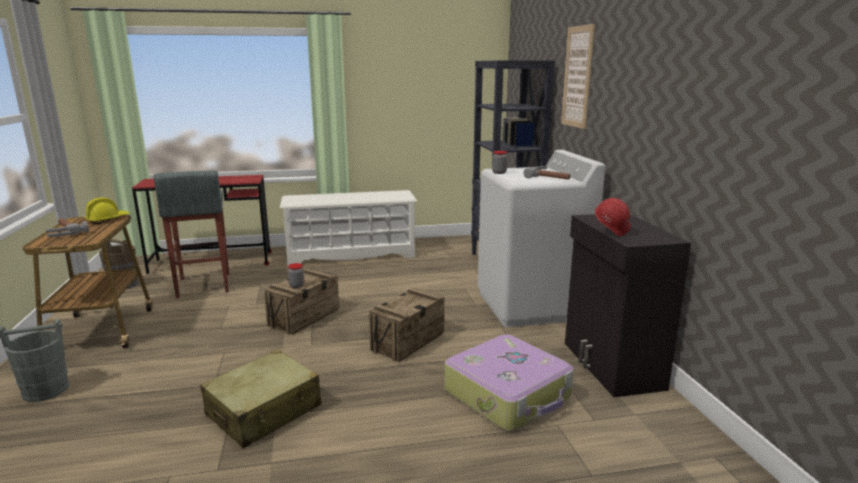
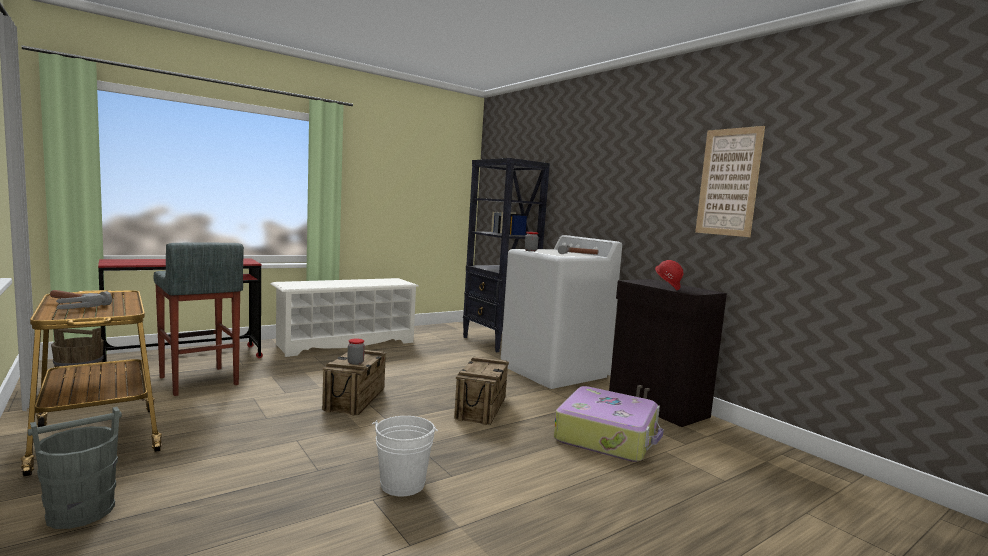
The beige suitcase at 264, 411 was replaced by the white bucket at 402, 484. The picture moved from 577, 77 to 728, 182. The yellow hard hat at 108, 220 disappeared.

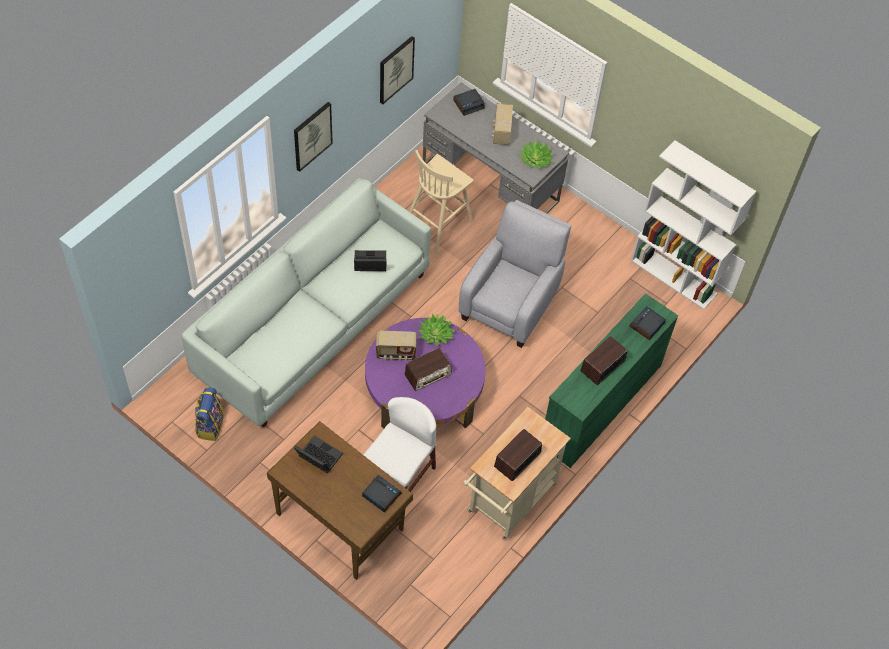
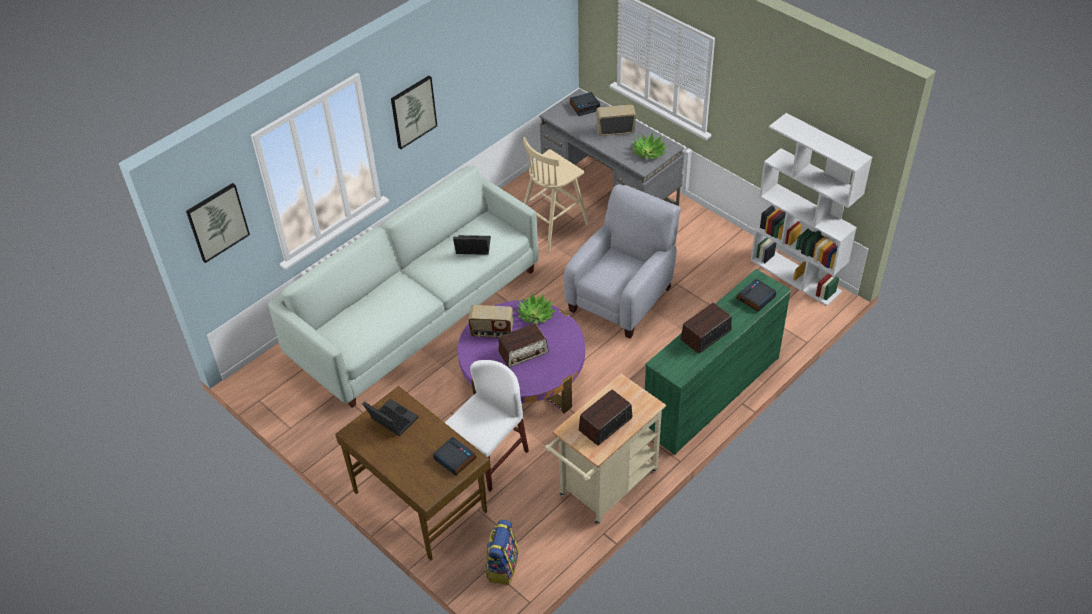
The picture moved from 395, 69 to 217, 222. The backpack moved from 210, 425 to 502, 566. The radio at 501, 133 turned 75 degrees clockwise.

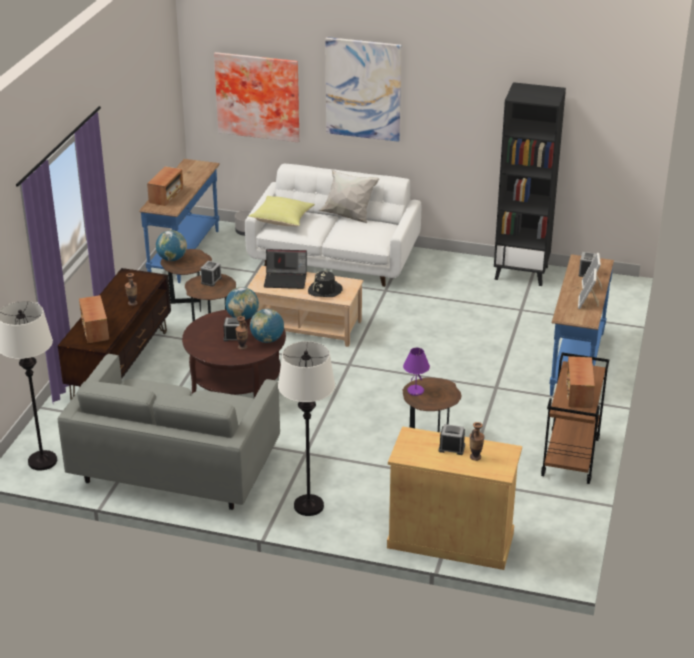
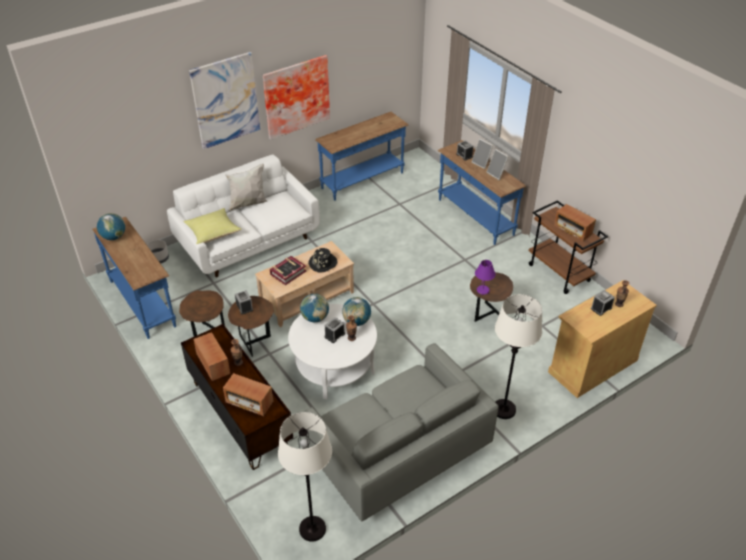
The globe moved from 172, 259 to 114, 237. The radio moved from 166, 196 to 213, 364. The picture moved from 258, 95 to 295, 96. The laptop at 286, 280 was replaced by the book at 288, 273. The brown coffee table at 236, 383 became the white coffee table at 334, 367. The black bookcase at 521, 273 was replaced by the blue console table at 363, 181.

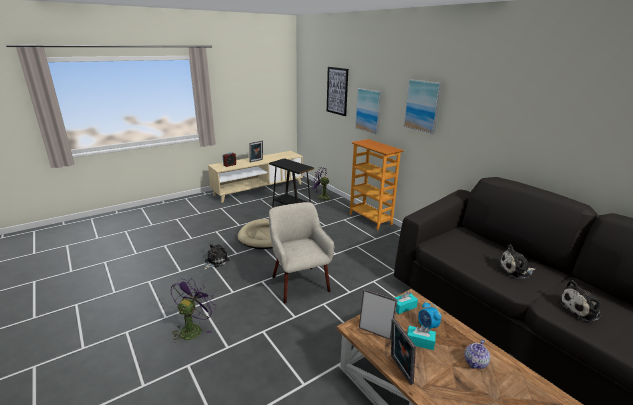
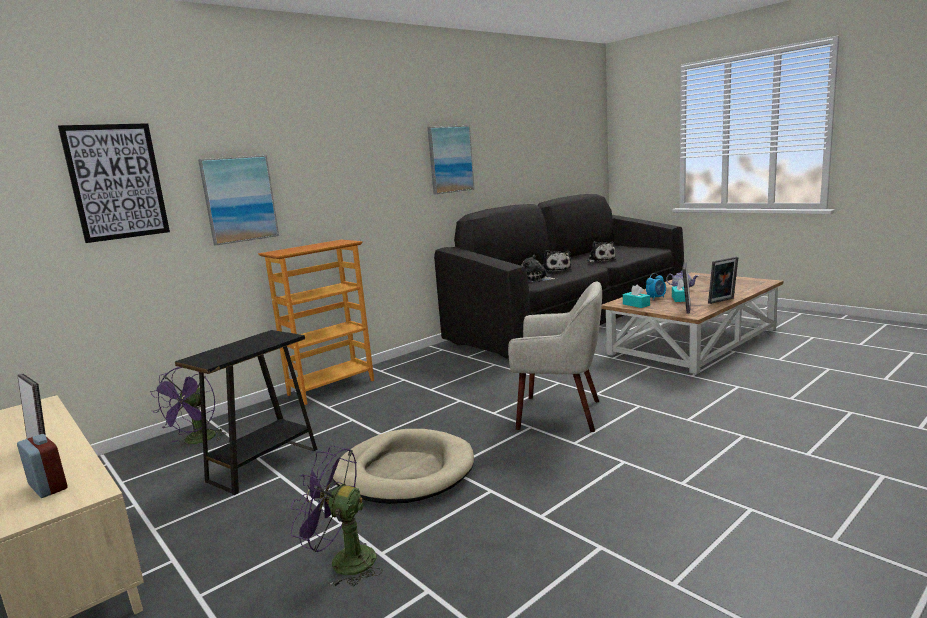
The purple fan moved from 193, 328 to 343, 561. The picture moved from 422, 105 to 450, 159. The beige armchair at 299, 283 turned 135 degrees counterclockwise. The plush toy moved from 215, 261 to 536, 279.

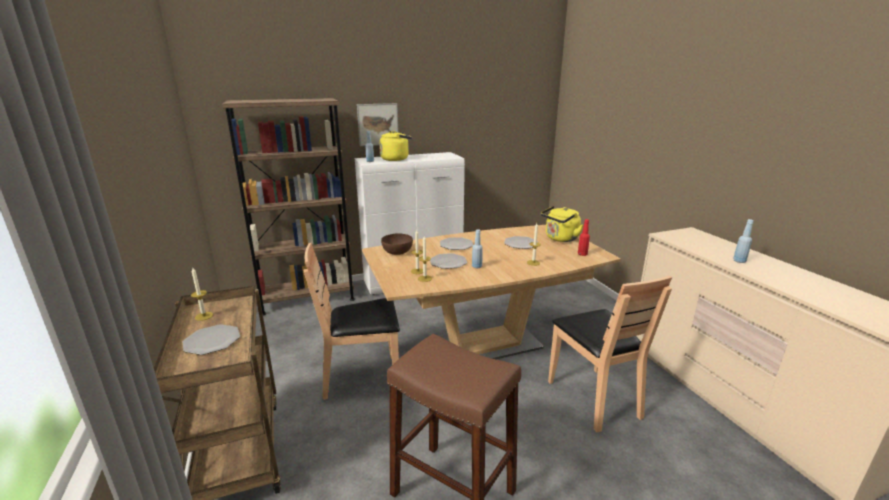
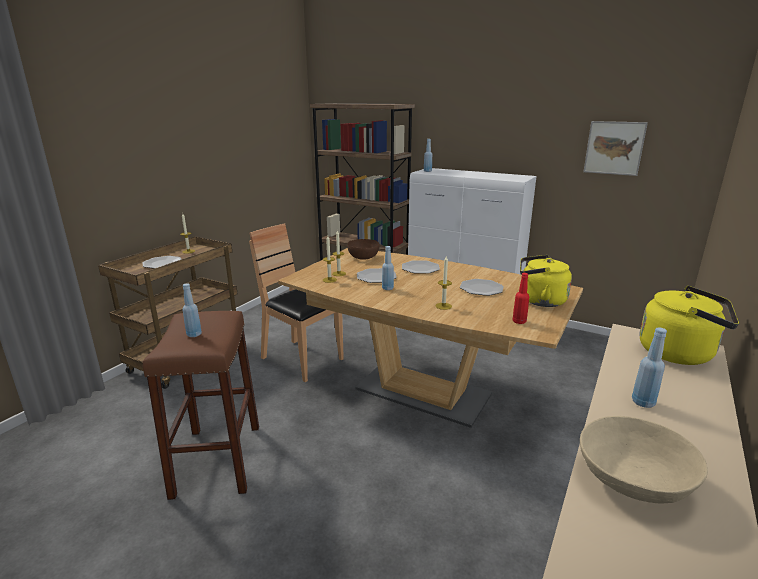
The blue bottle at 194, 334 appeared. The beige bowl at 633, 480 appeared. The picture moved from 378, 124 to 614, 148. The yellow kettle moved from 396, 159 to 680, 353. The brown chair at 594, 398 disappeared.

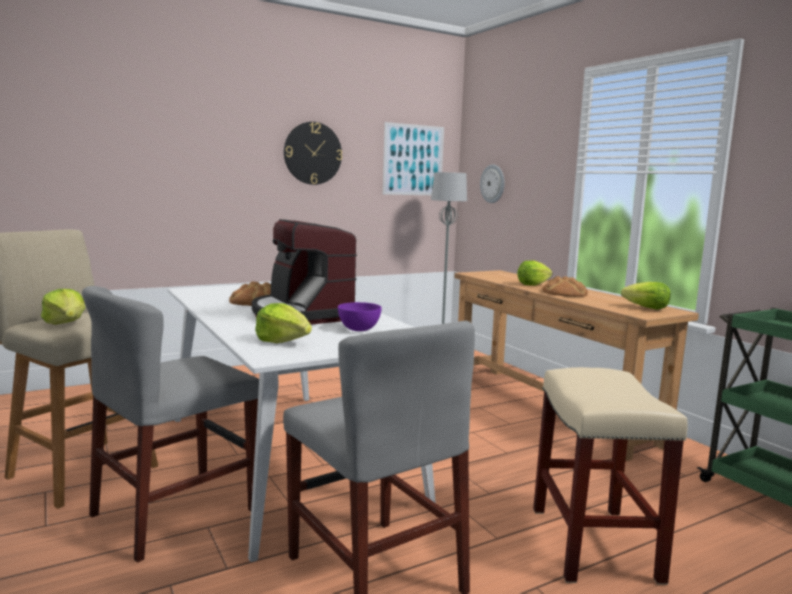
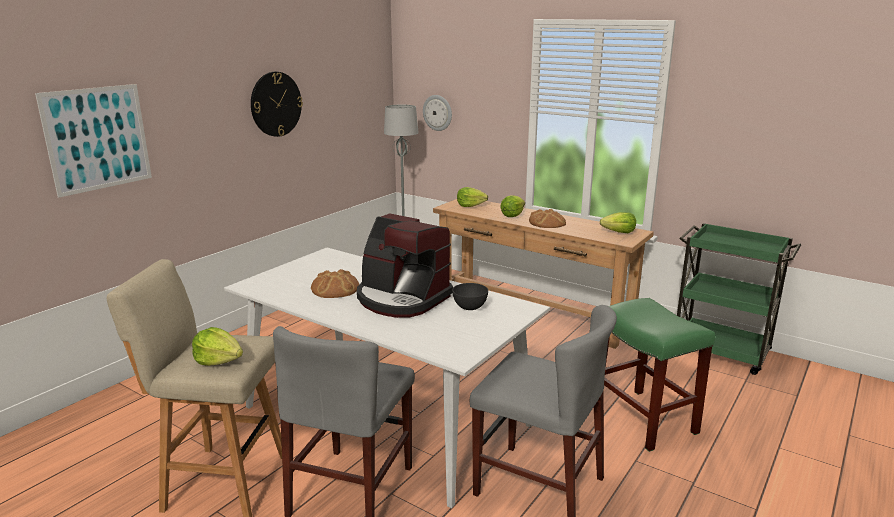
The picture moved from 413, 160 to 97, 138. The purple bowl at 359, 329 became the grey bowl at 470, 307. The lettuce moved from 283, 341 to 470, 205. The beige stool at 595, 544 became the green stool at 645, 419.

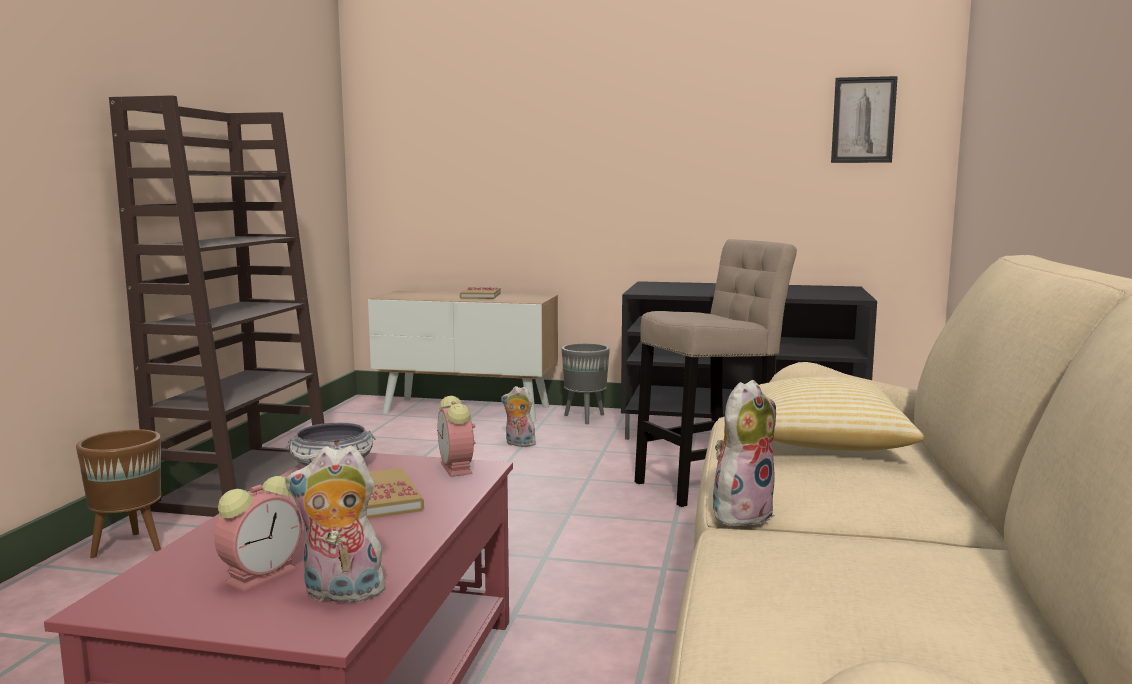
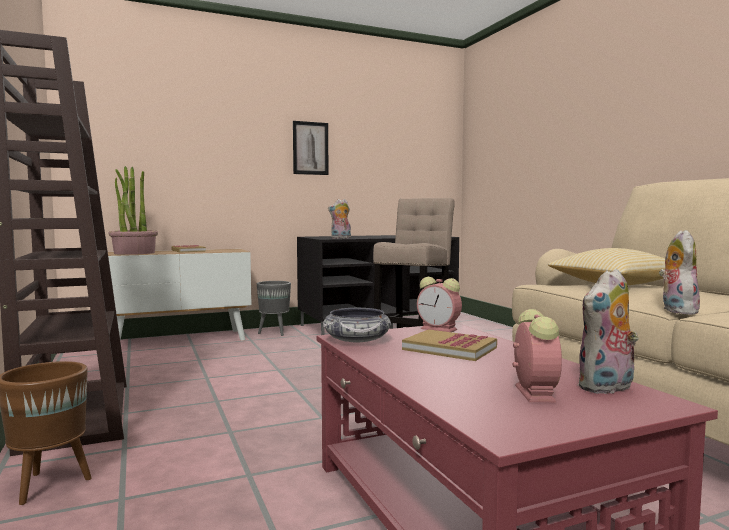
The potted plant at 134, 253 appeared. The picture moved from 863, 120 to 310, 148. The plush toy moved from 518, 444 to 340, 238.

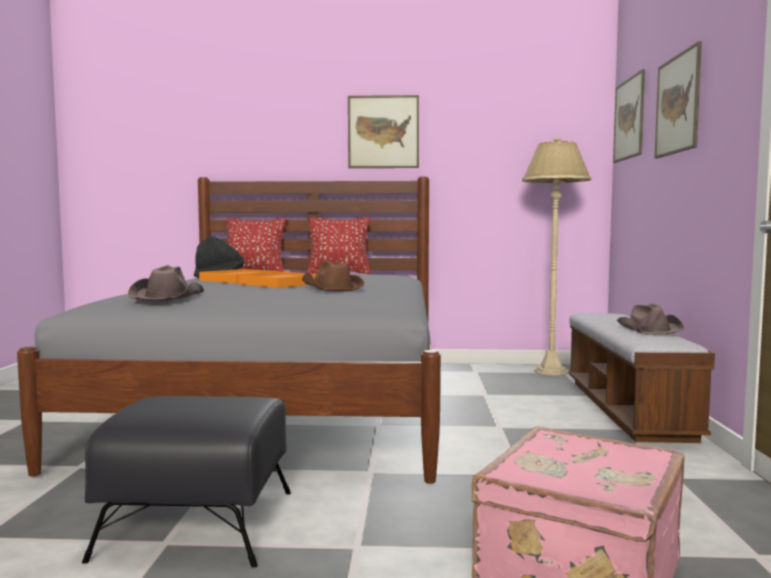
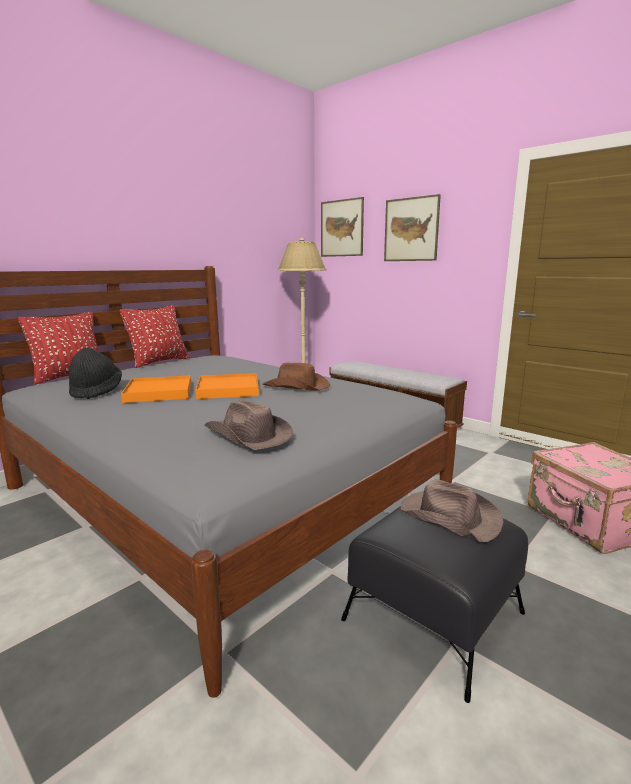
The brown hat moved from 649, 330 to 448, 516. The picture at 383, 132 disappeared.

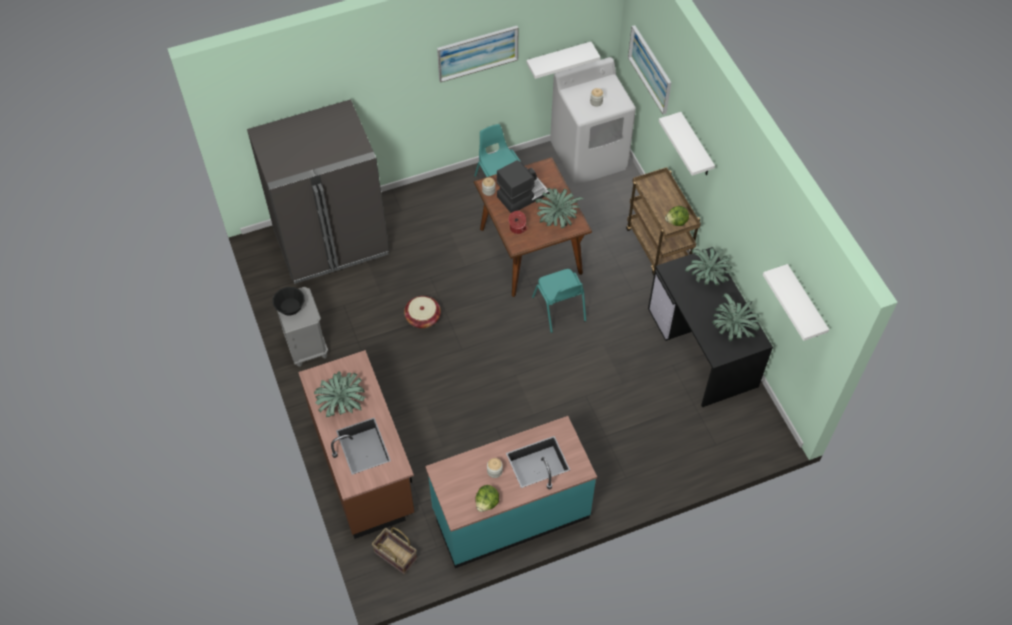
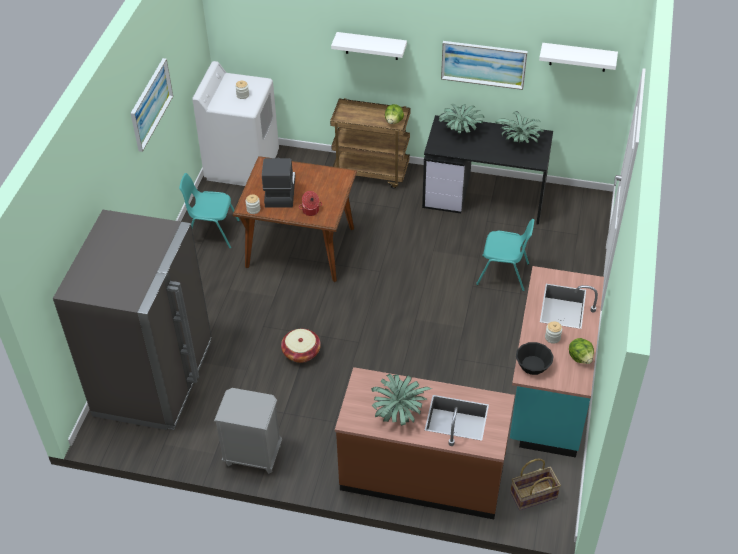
The picture moved from 650, 69 to 483, 64. The turquoise chair moved from 559, 309 to 503, 274. The black bowl moved from 290, 306 to 533, 365. The white shelf at 558, 59 disappeared. The potted plant at 557, 218 disappeared.

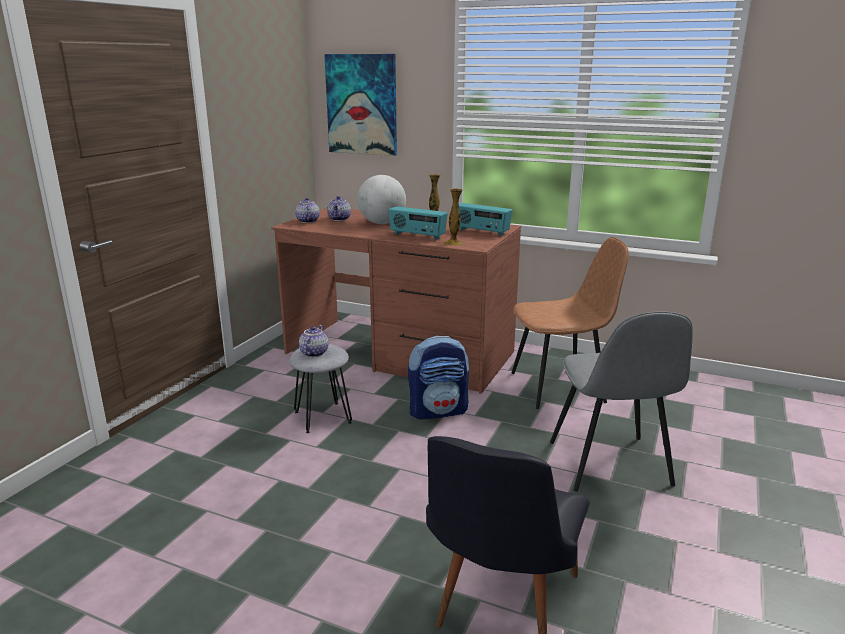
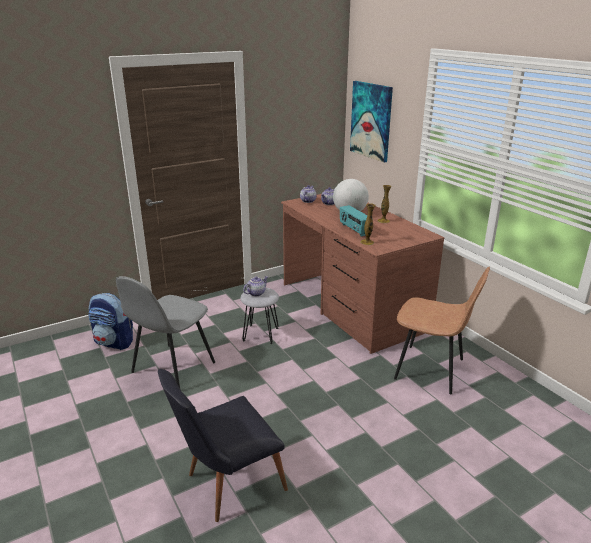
The backpack moved from 438, 411 to 114, 342. The grey chair moved from 610, 465 to 172, 368. The radio at 481, 232 disappeared.

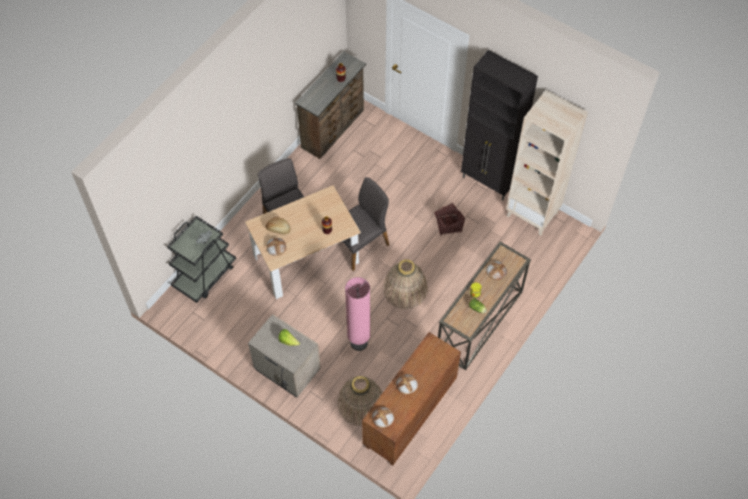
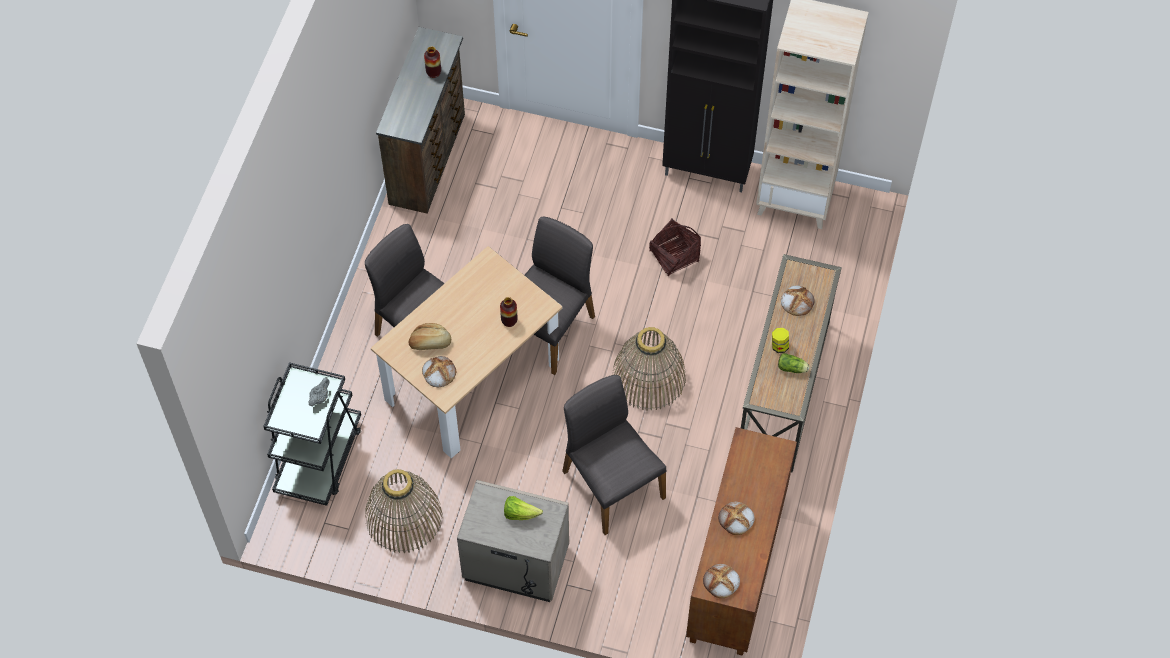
The basket moved from 360, 403 to 403, 517. The pink floor lamp at 359, 343 was replaced by the grey chair at 611, 484.

